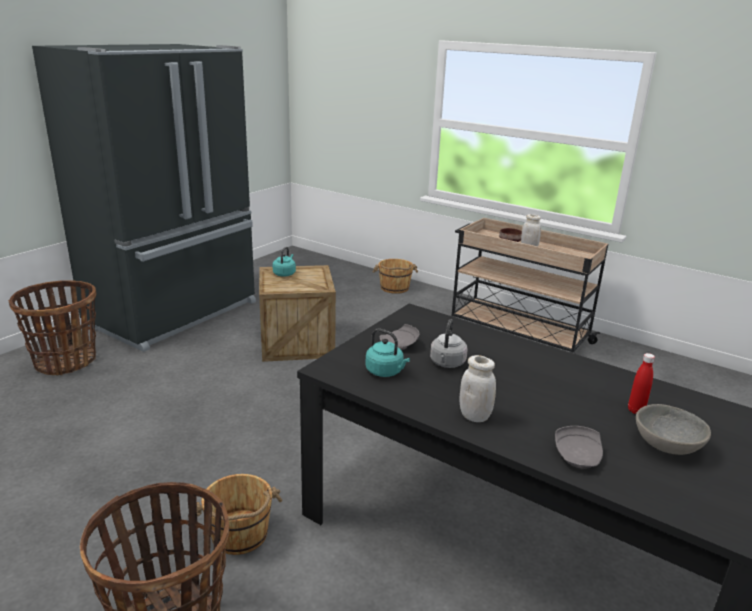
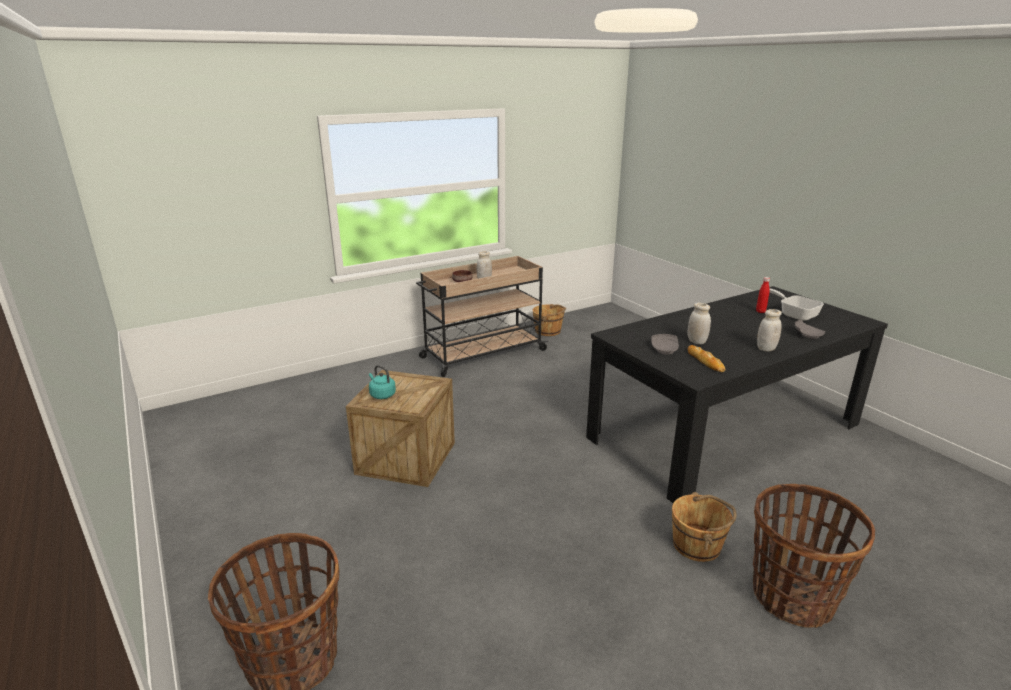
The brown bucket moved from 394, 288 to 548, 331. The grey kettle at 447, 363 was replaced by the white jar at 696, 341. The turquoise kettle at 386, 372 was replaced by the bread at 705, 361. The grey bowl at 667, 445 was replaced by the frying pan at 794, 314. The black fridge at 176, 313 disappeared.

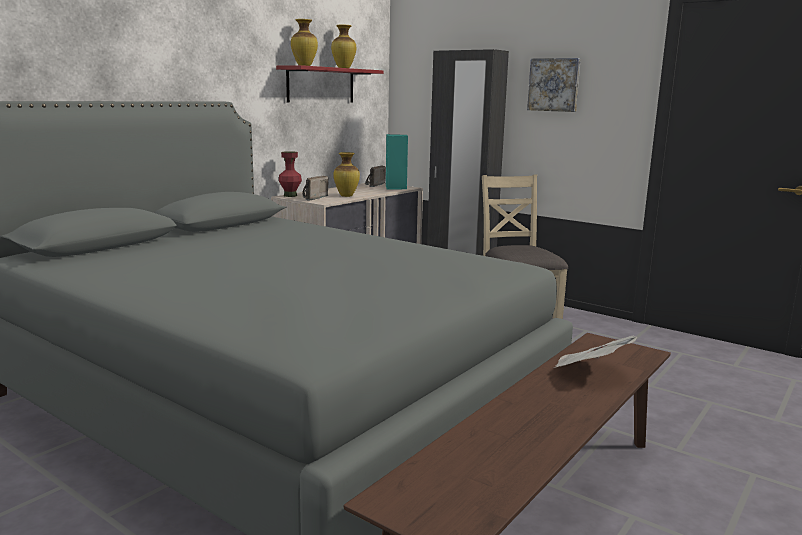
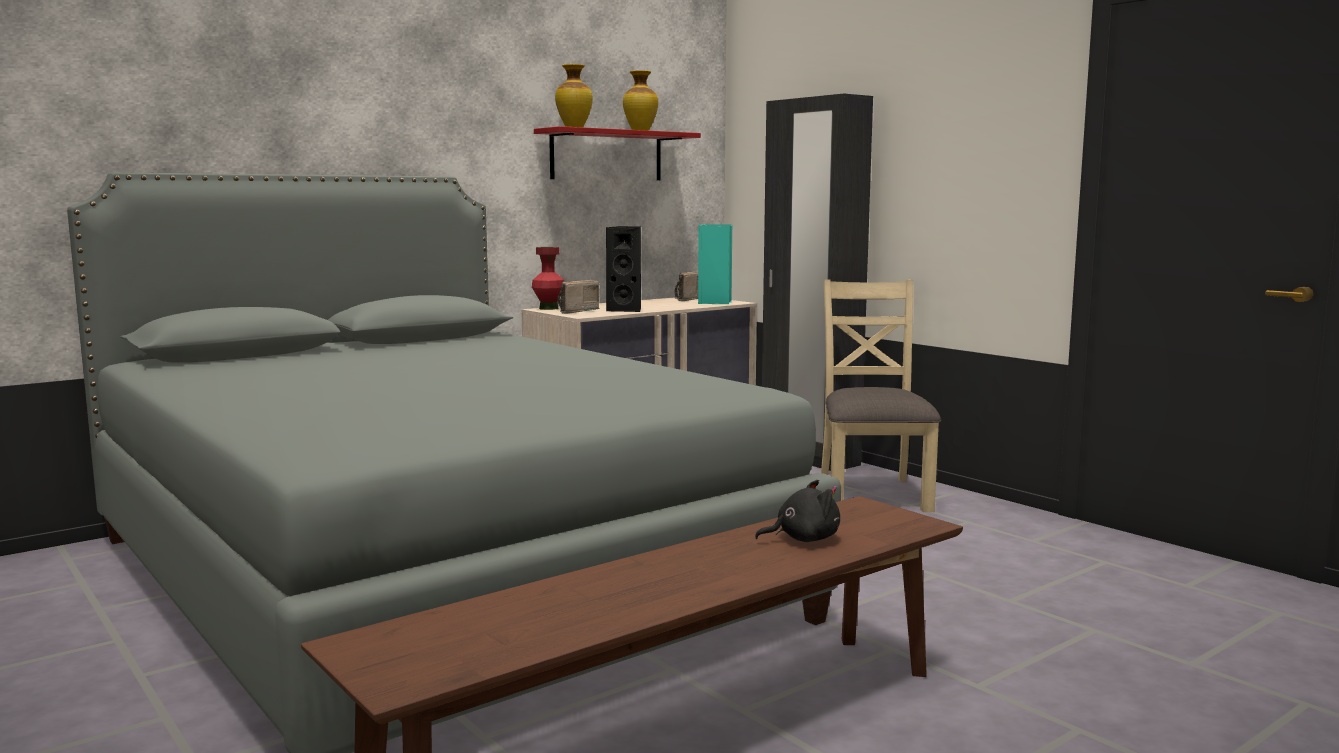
The vase at 346, 196 was replaced by the black speaker at 626, 310. The newspaper at 590, 371 was replaced by the black plush toy at 803, 539. The picture at 554, 85 disappeared.

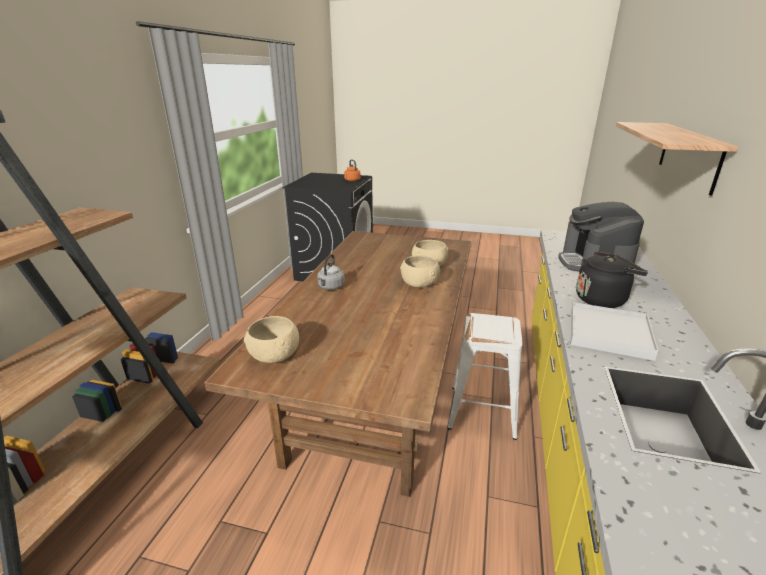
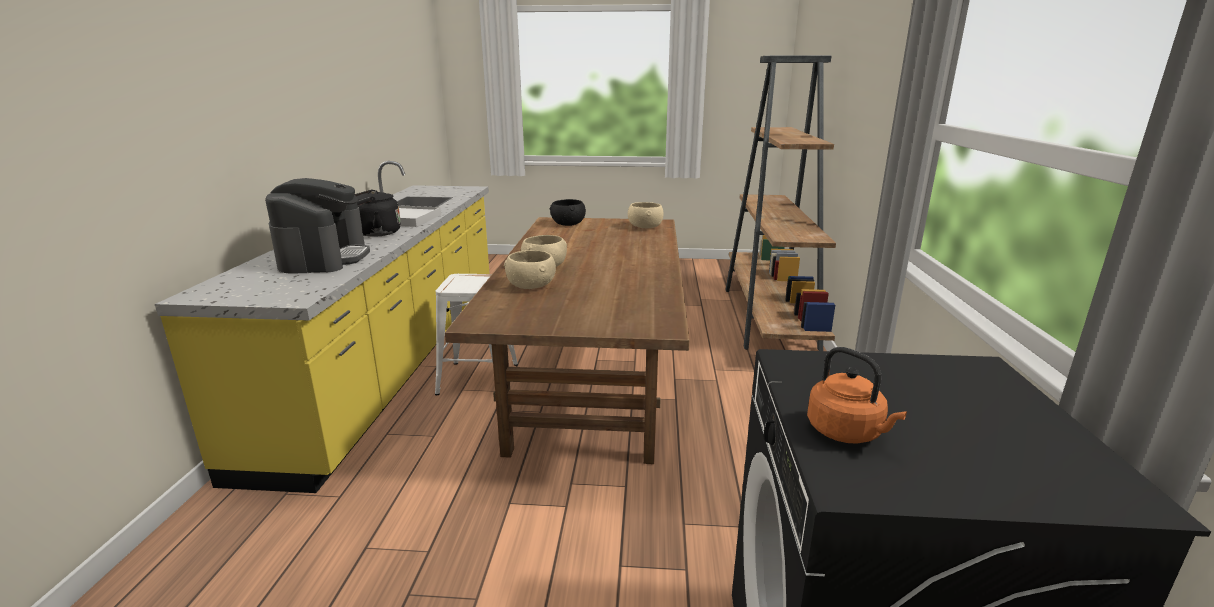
The black bowl at 568, 224 appeared. The grey kettle at 330, 287 disappeared. The shelf at 689, 155 disappeared.

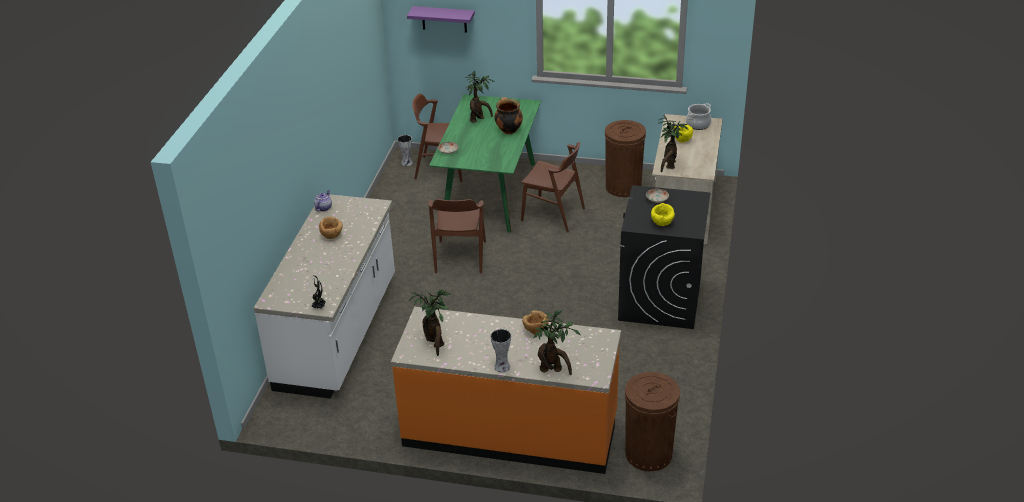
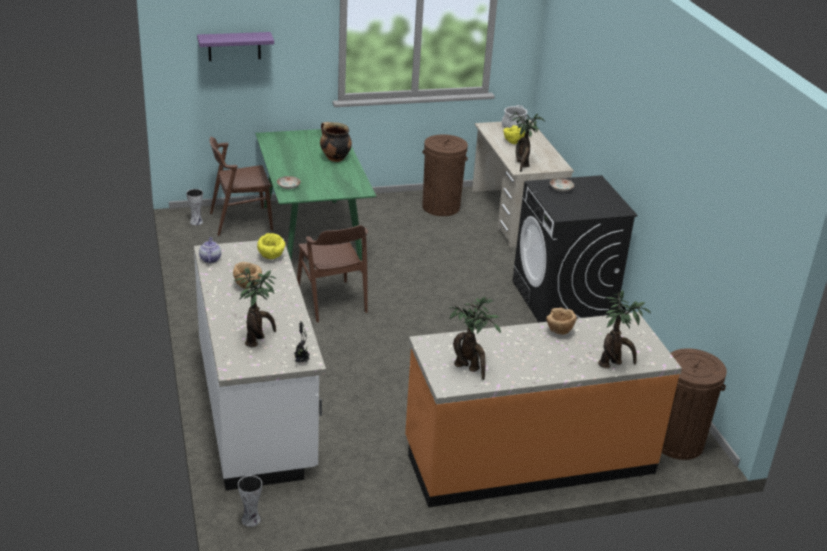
The potted plant moved from 479, 119 to 258, 339. The vase moved from 501, 367 to 251, 520. The yellow bowl moved from 662, 224 to 271, 257. The brown chair at 553, 214 disappeared.

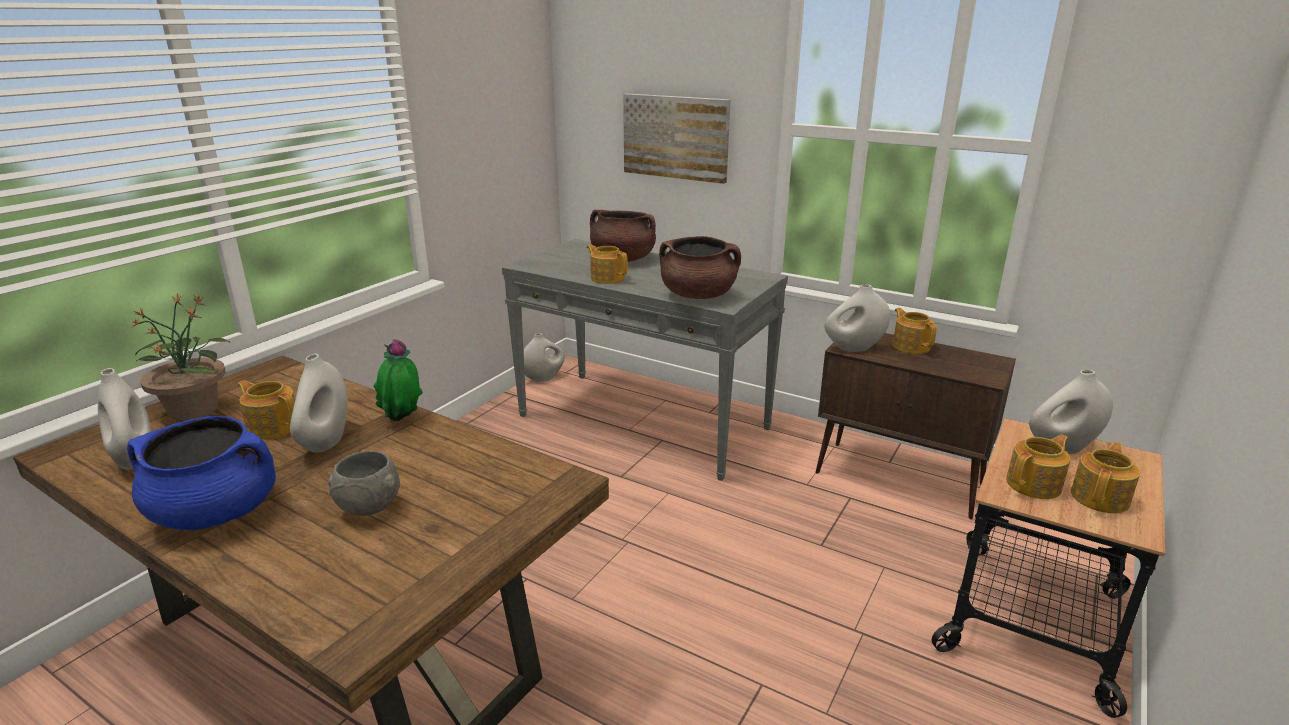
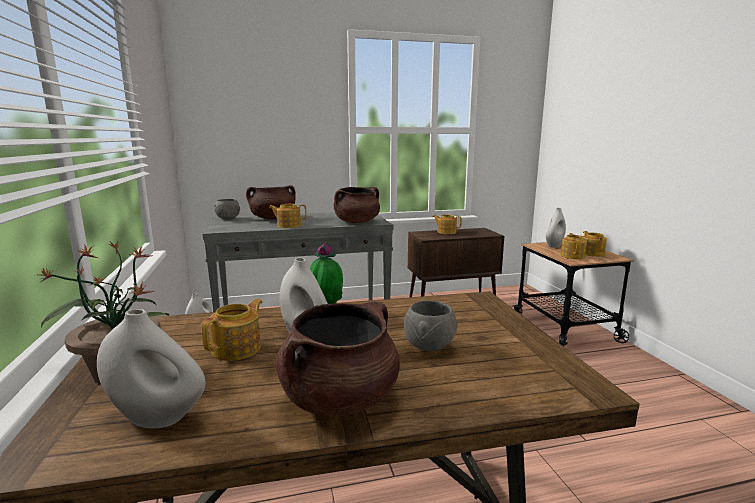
The teapot at 273, 427 turned 135 degrees clockwise. The grey bowl at 228, 219 appeared. The blue cooking pot at 217, 512 became the brown cooking pot at 340, 399. The picture at 676, 137 disappeared. The white vase at 854, 348 disappeared.

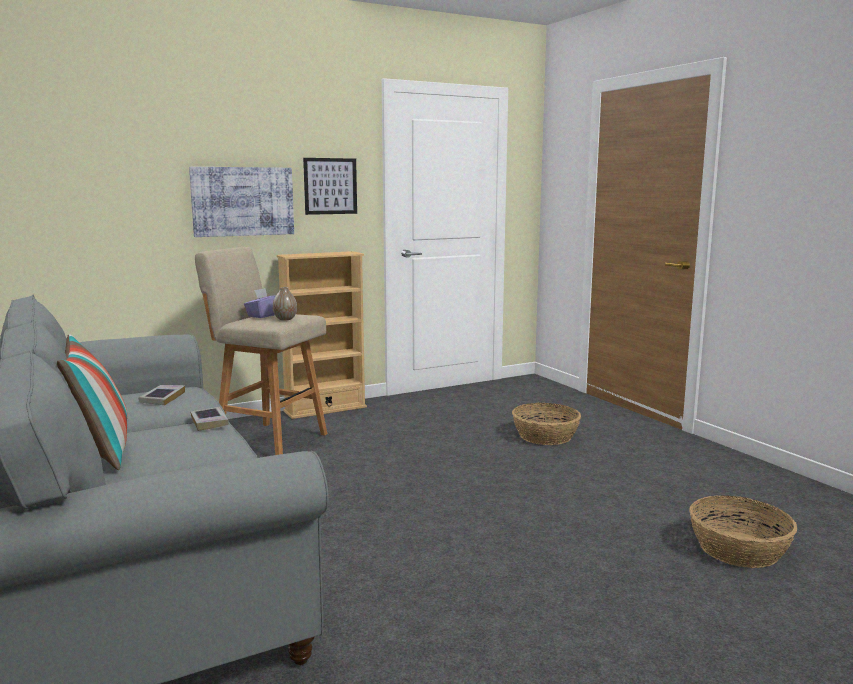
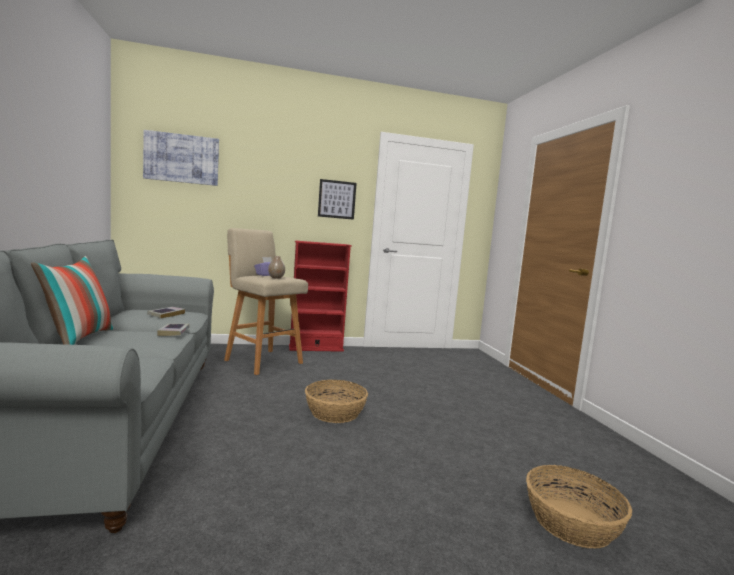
The picture moved from 243, 201 to 182, 158. The beige bookcase at 325, 409 became the red bookcase at 316, 348. The basket moved from 545, 436 to 334, 412.

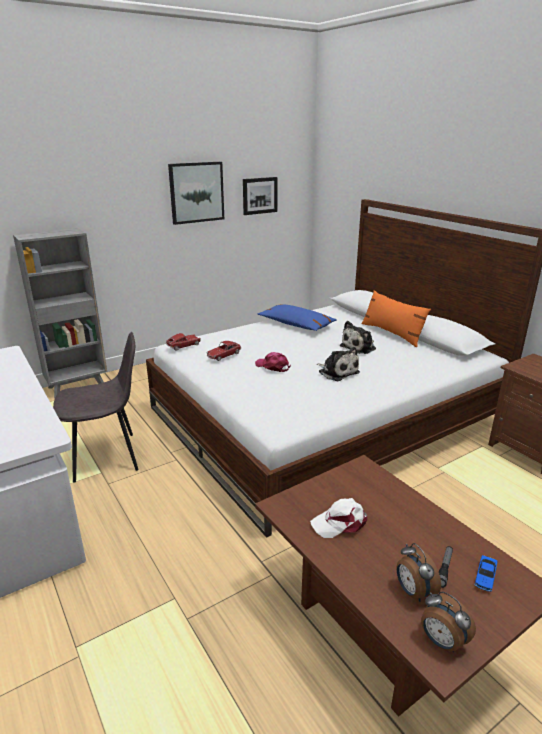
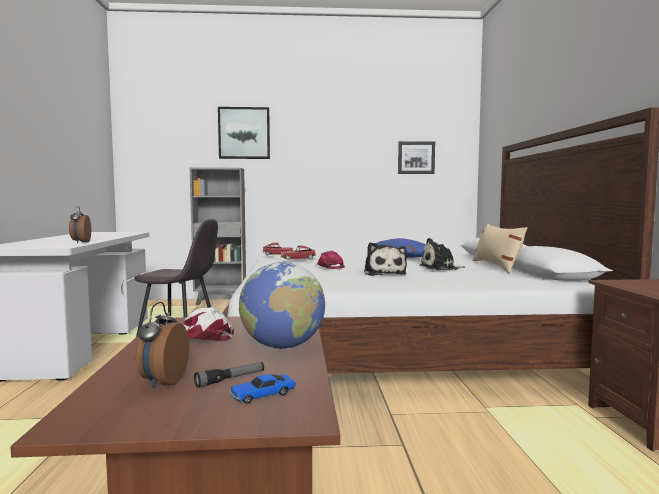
The alarm clock moved from 441, 641 to 80, 242. The picture moved from 196, 192 to 244, 133. The globe at 282, 346 appeared. The orange pillow at 392, 333 became the beige pillow at 496, 266.

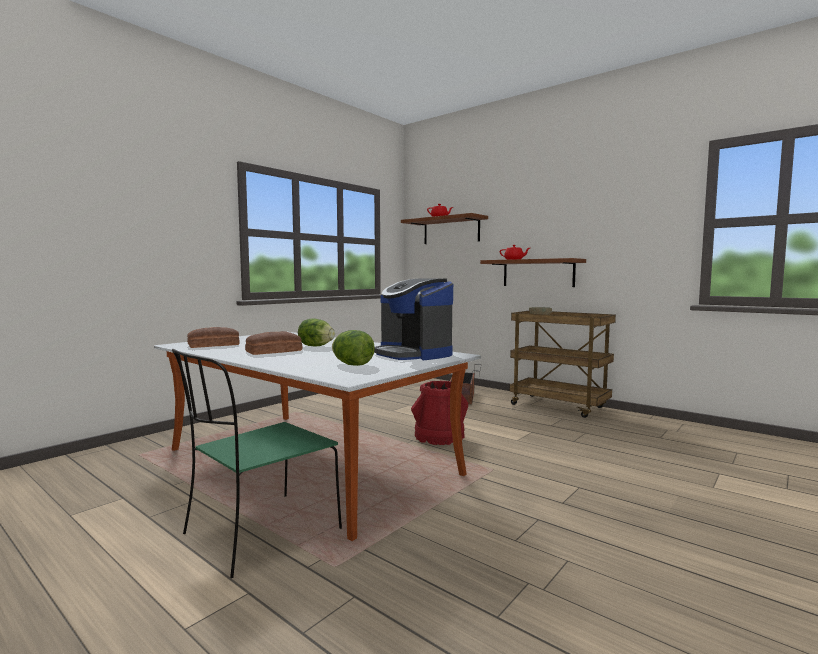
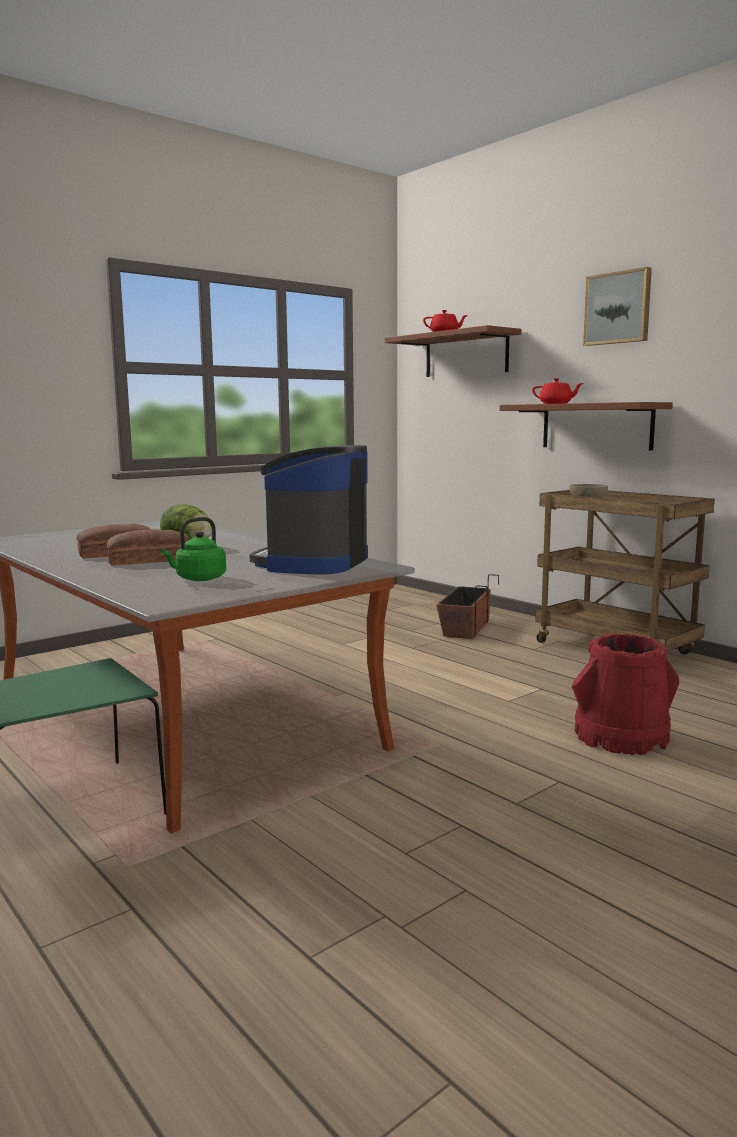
The bread moved from 214, 345 to 150, 560. The lettuce at 352, 365 was replaced by the green kettle at 198, 579. The coffee machine at 413, 354 turned 45 degrees clockwise. The red bucket moved from 439, 437 to 620, 737. The picture at 618, 308 appeared.

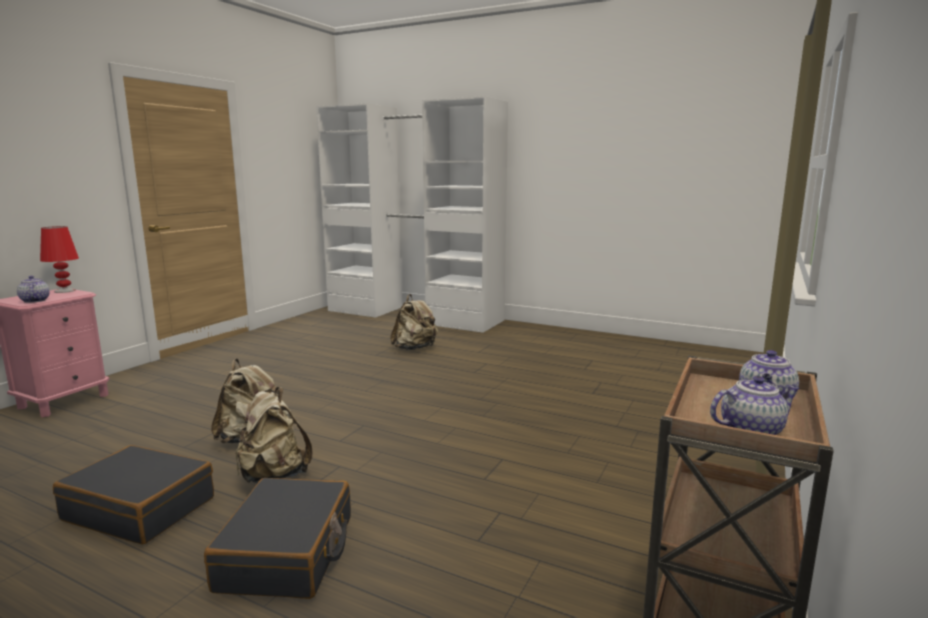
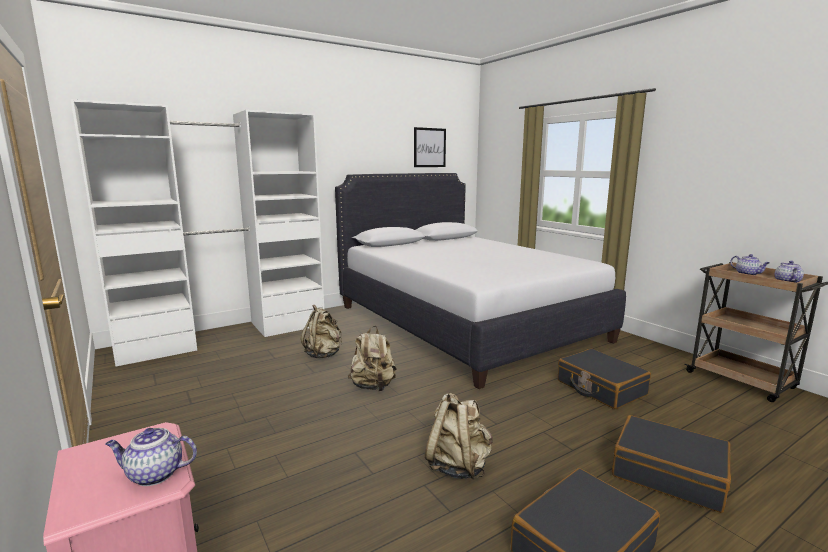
The white bed at 464, 322 appeared. The beige backpack moved from 274, 475 to 373, 387. The picture at 429, 147 appeared. The black suitcase at 600, 388 appeared. The red table lamp at 65, 291 disappeared.

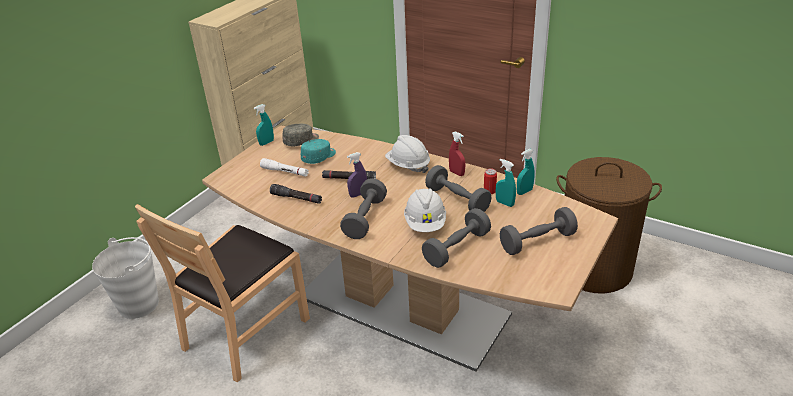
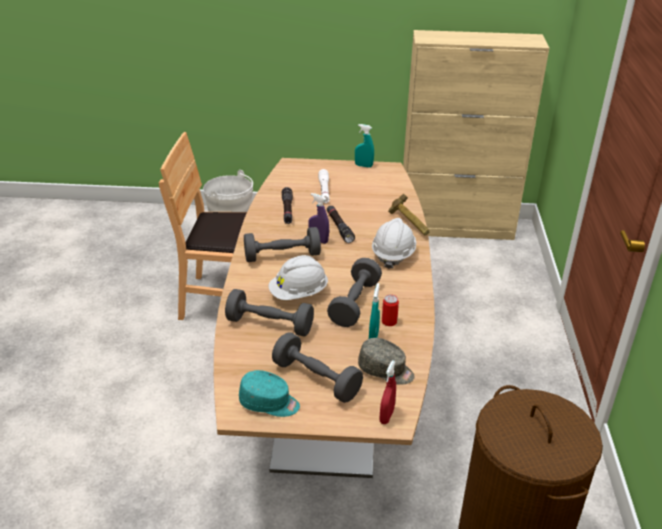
The turquoise cap moved from 319, 157 to 269, 403. The grey cap moved from 301, 141 to 386, 370. The red spray bottle moved from 457, 173 to 386, 416. The hammer at 409, 225 appeared. The turquoise spray bottle at 524, 192 disappeared.

